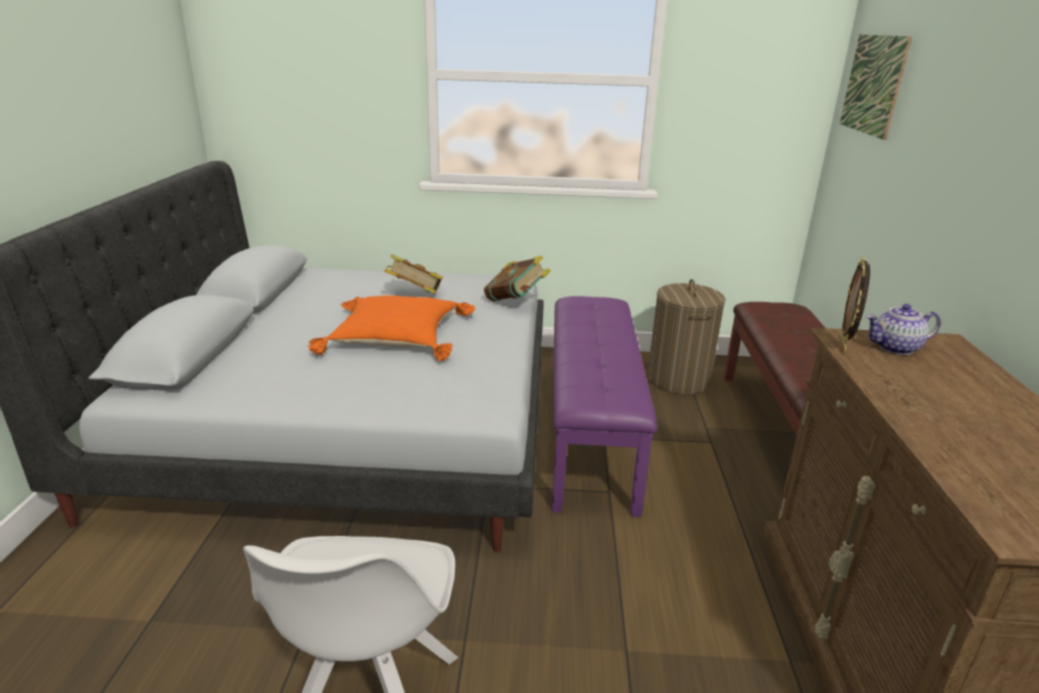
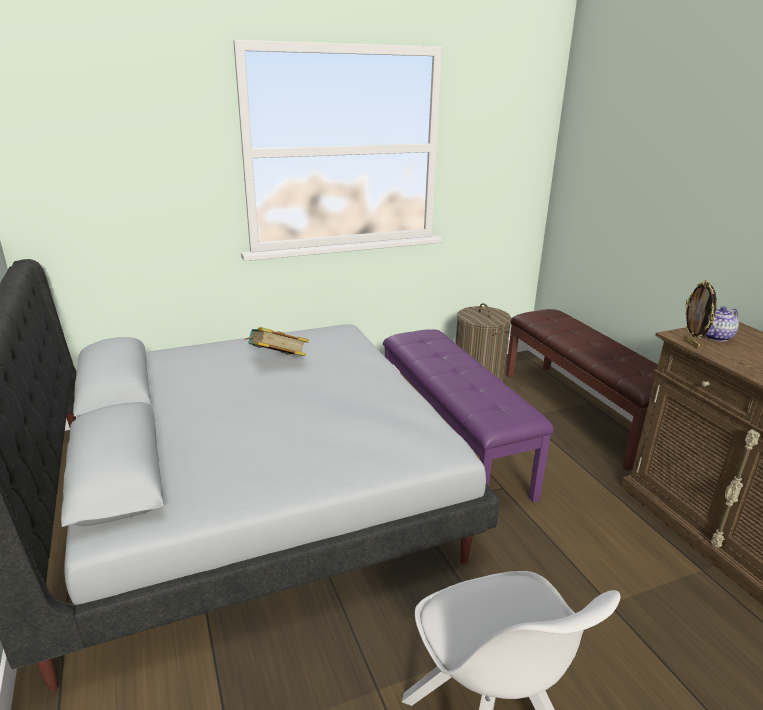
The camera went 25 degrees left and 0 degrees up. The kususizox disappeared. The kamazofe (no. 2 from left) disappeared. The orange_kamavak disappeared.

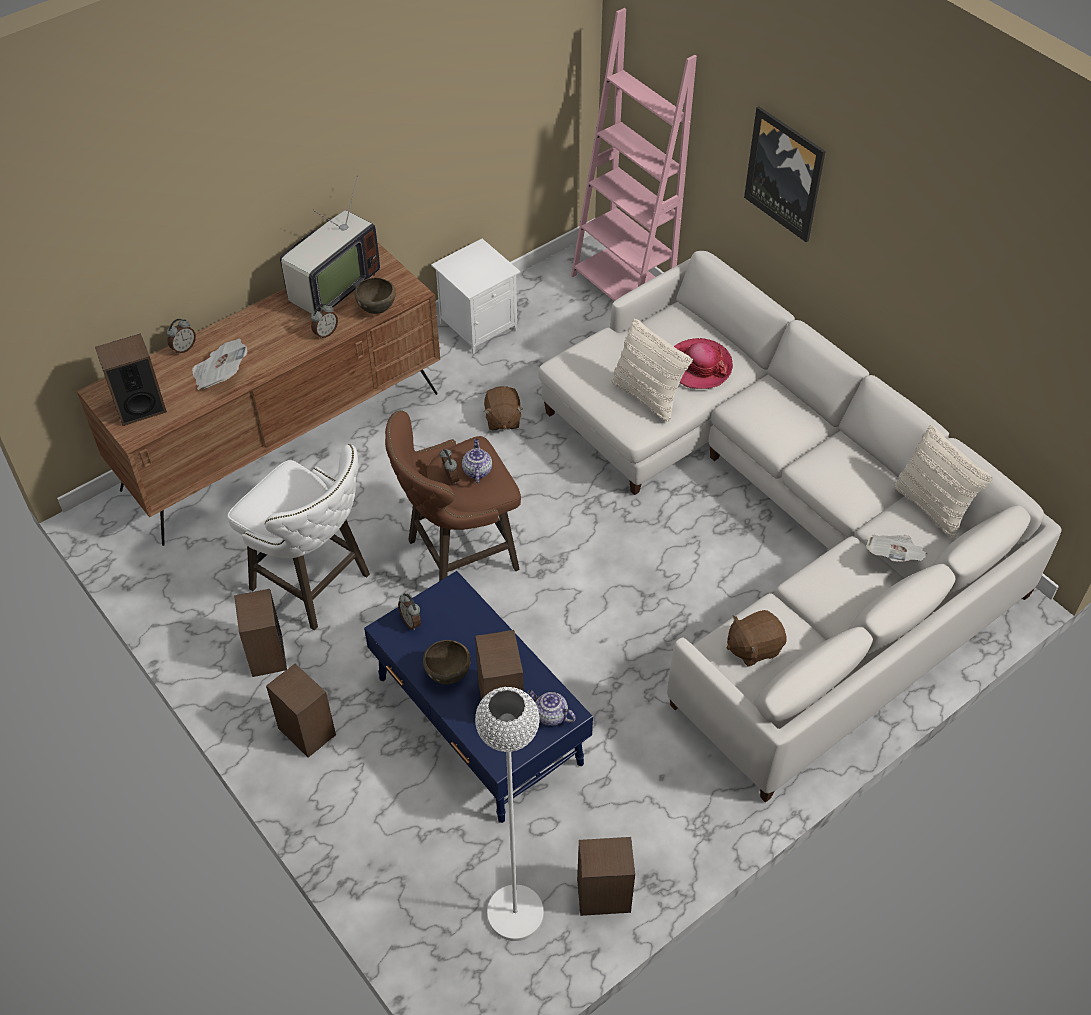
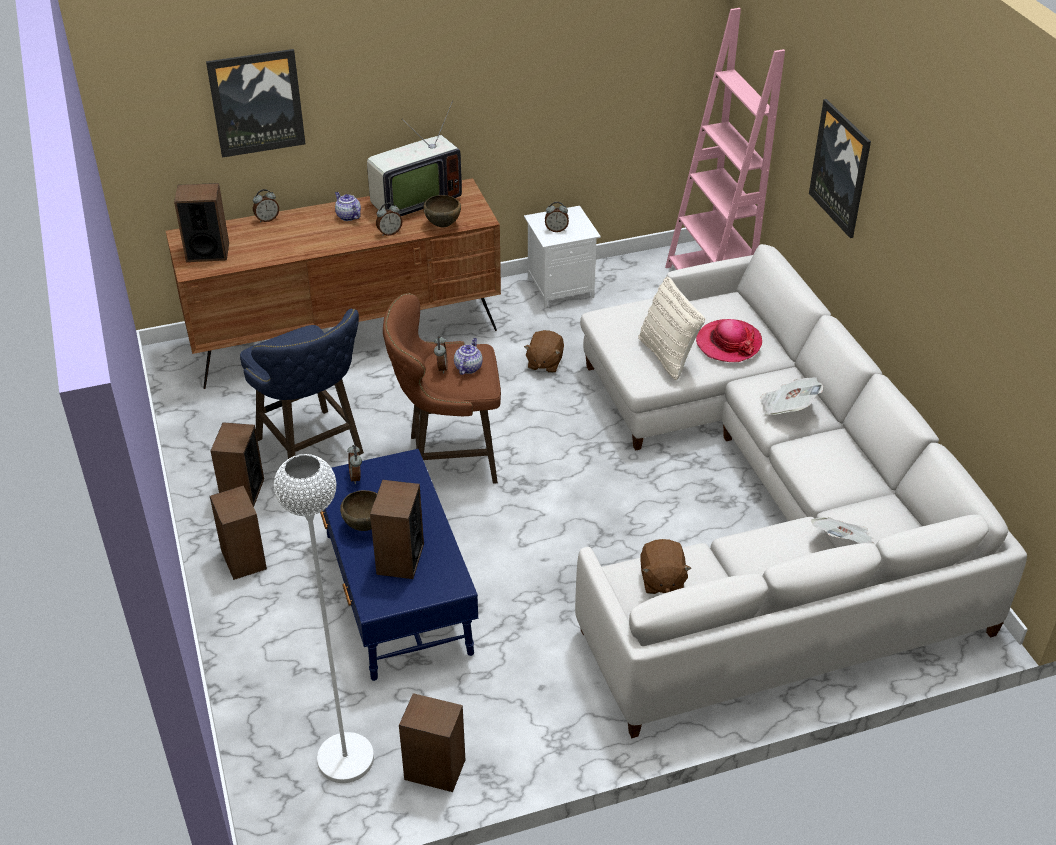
The camera went 20 degrees right and 10 degrees down. The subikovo (no. 1 from left) moved. The beige_kamavak (no. 2 from left) disappeared. The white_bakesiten became the blue_bakesiten. The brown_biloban (no. 2 from left) turned 90 degrees counterclockwise. The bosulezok (no. 2 from left in the first image) moved. The kususizox (no. 1 from left) appeared. The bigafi (no. 5 from left) appeared.

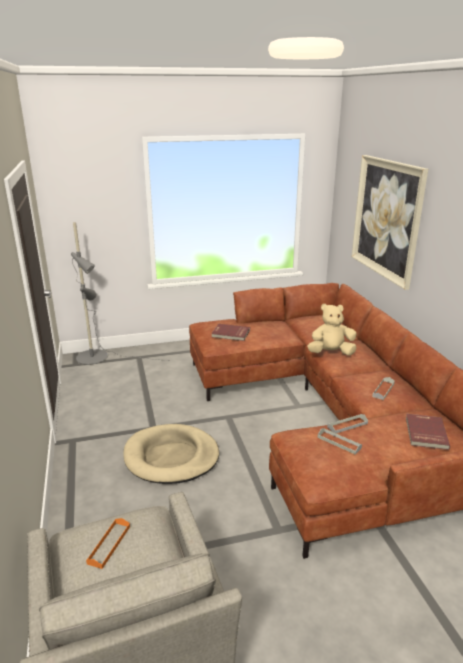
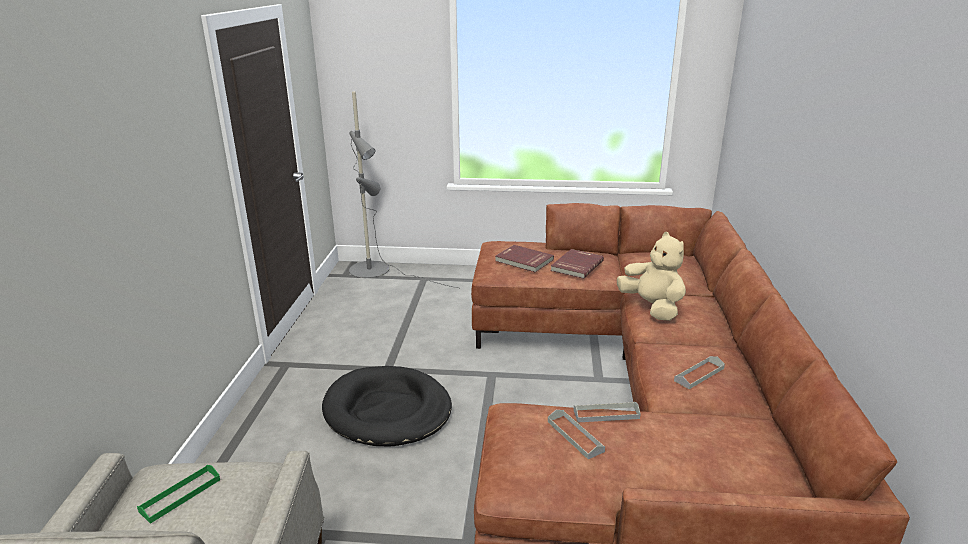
The camera went 20 degrees right and 0 degrees up. The kususizox disappeared. The beige_biloban turned 45 degrees clockwise. The red_kamazofe (no. 2 from left) moved. The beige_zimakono became the black_zimakono. The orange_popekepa became the green_popekepa.

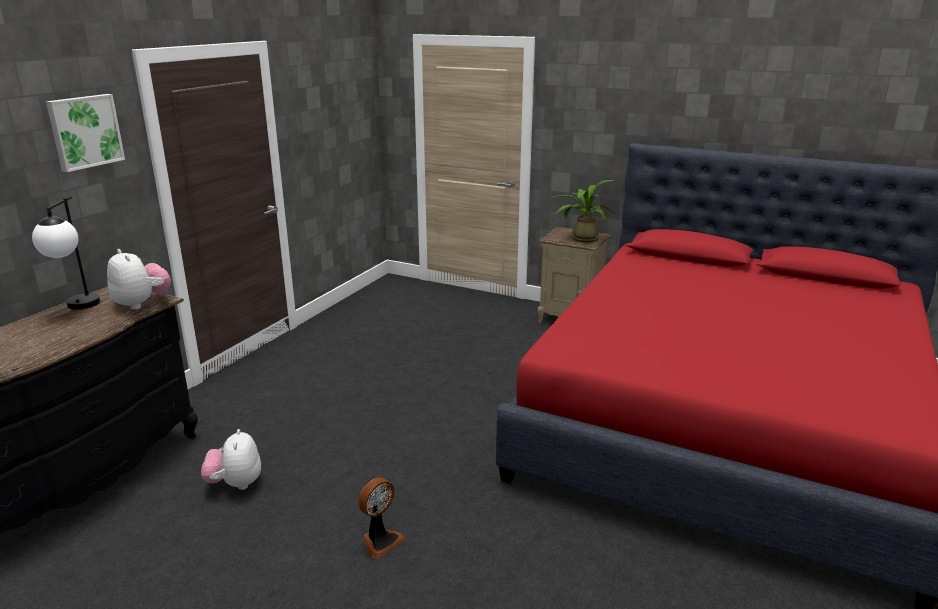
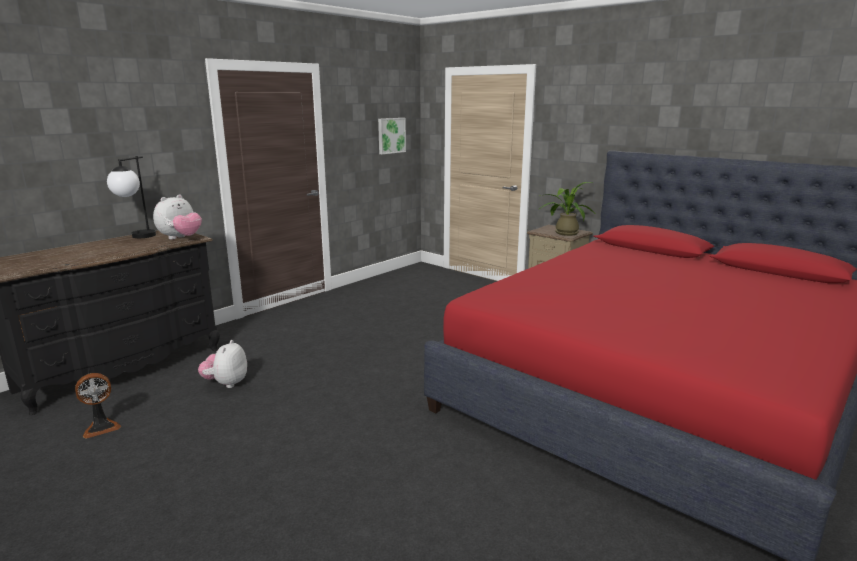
The camera went 15 degrees right and 5 degrees down. The kususizox moved. The biloban (no. 1 from left) turned 60 degrees clockwise. The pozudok moved.

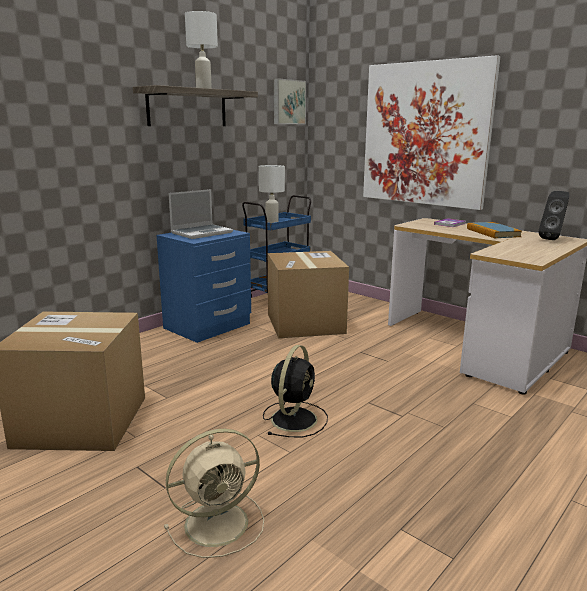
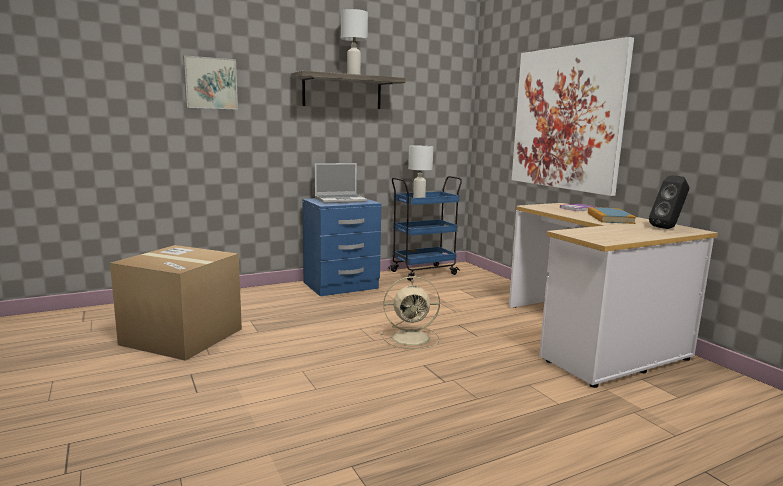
The camera went 20 degrees right and 5 degrees down. The kususizox (no. 1 from left) moved. The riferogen (no. 2 from left) disappeared. The black_pozudok disappeared. The beige_pozudok moved.

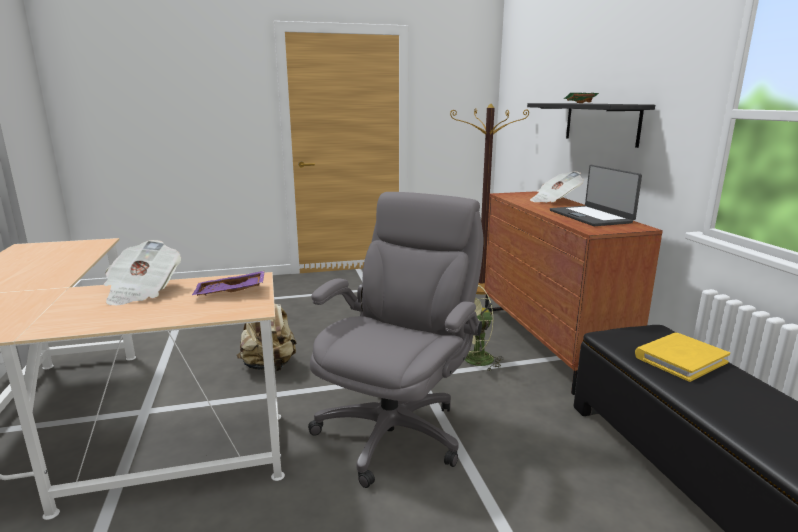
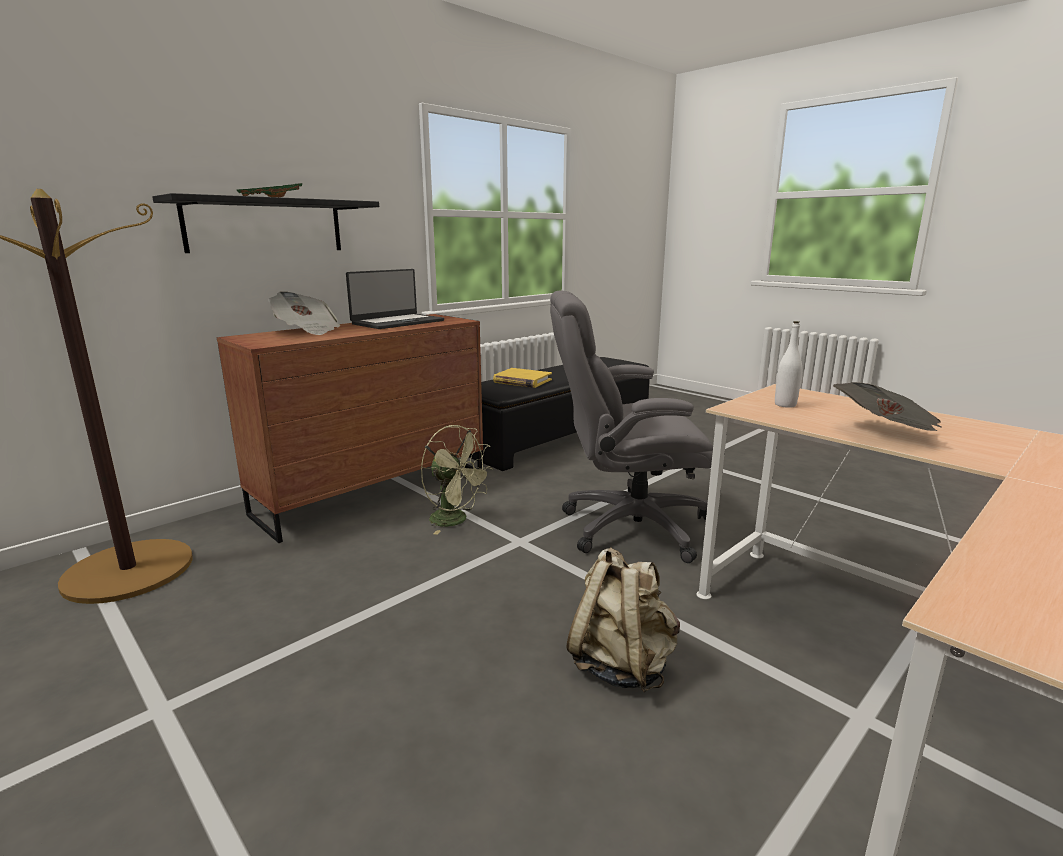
The camera went 120 degrees left and 0 degrees up. The purple_popekepa was replaced by the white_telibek.

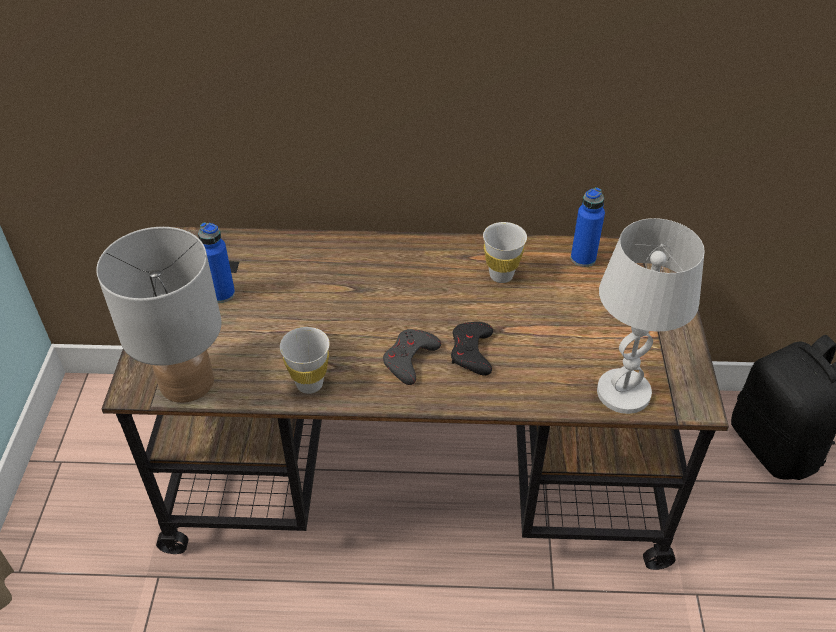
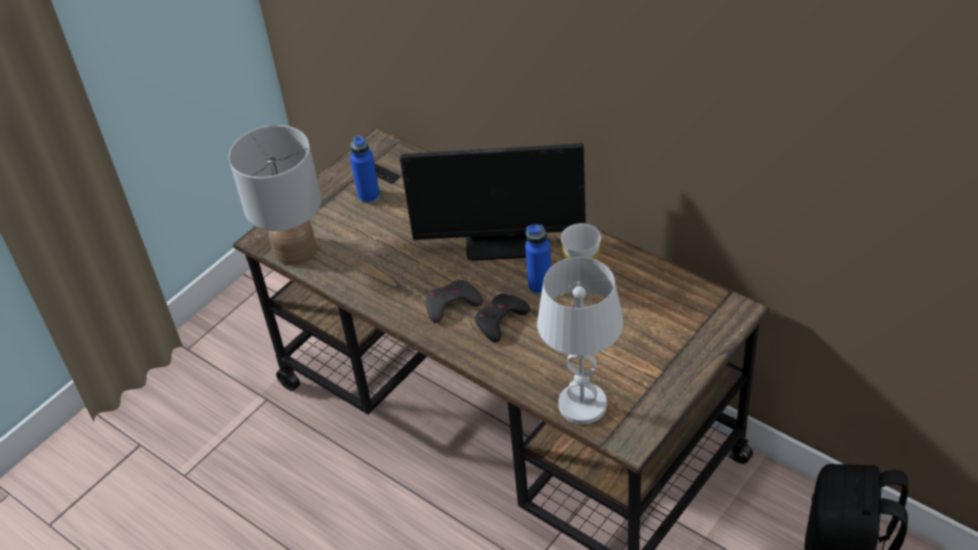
The camera went 40 degrees right and 0 degrees up. The blue_telibek (no. 2 from left) moved. The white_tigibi (no. 1 from left) disappeared. The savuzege appeared.

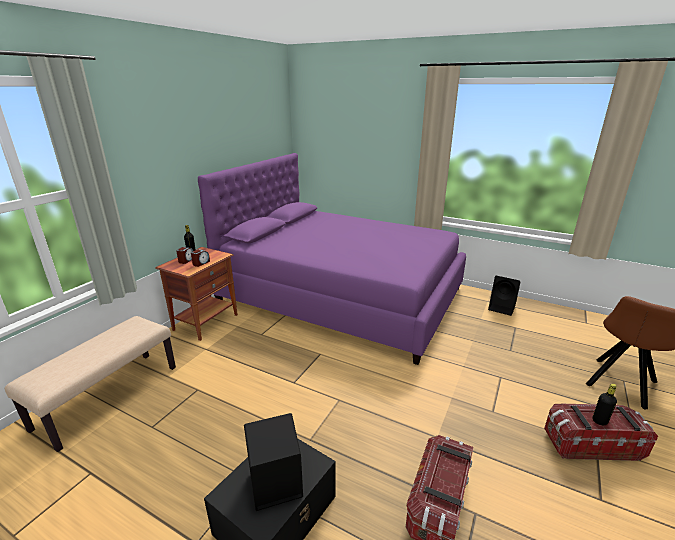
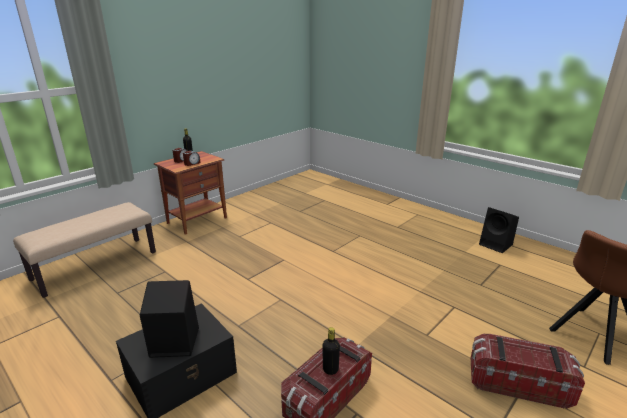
The camera went 15 degrees right and 0 degrees up. The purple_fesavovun disappeared. The black_telibek (no. 2 from left) moved.

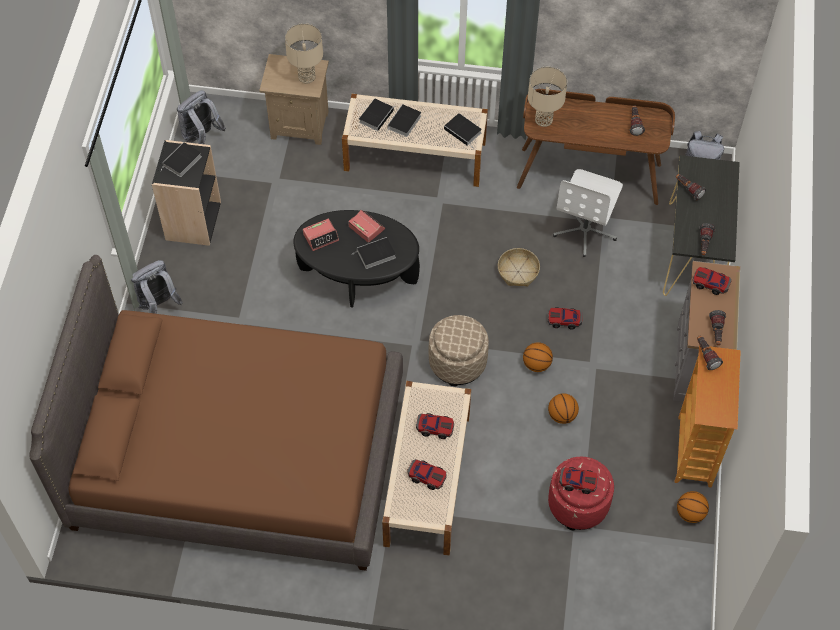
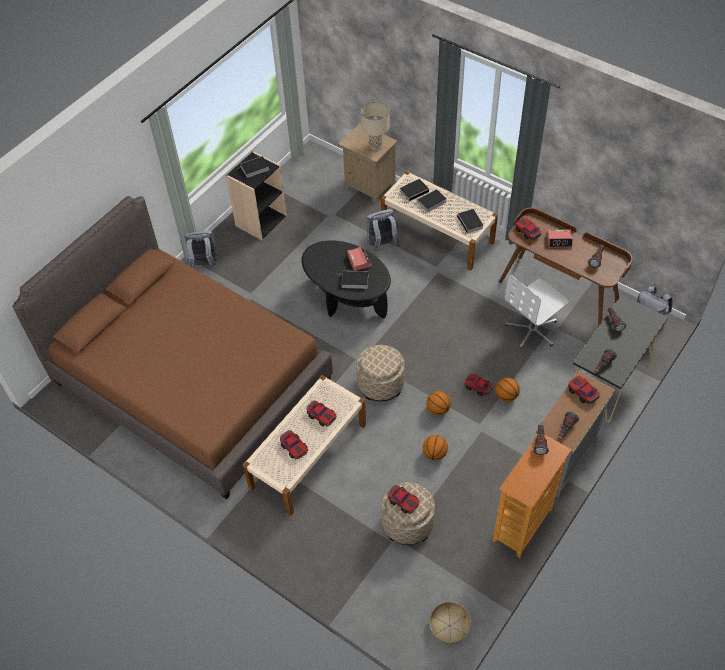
The camera went 30 degrees right and 5 degrees down. The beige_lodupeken (no. 2 from left) was replaced by the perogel (no. 5 from left). The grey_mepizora (no. 2 from left) moved. The bigafi (no. 1 from left in the first image) moved. The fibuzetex moved. The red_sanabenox became the beige_sanabenox (no. 2 from left). The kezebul (no. 3 from left) moved.

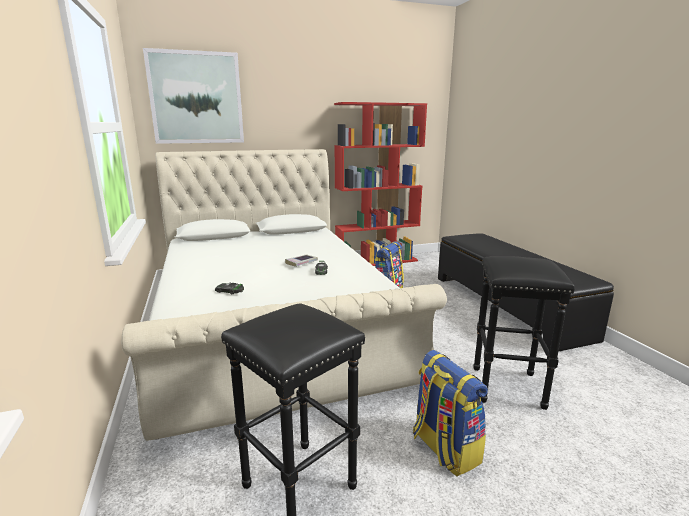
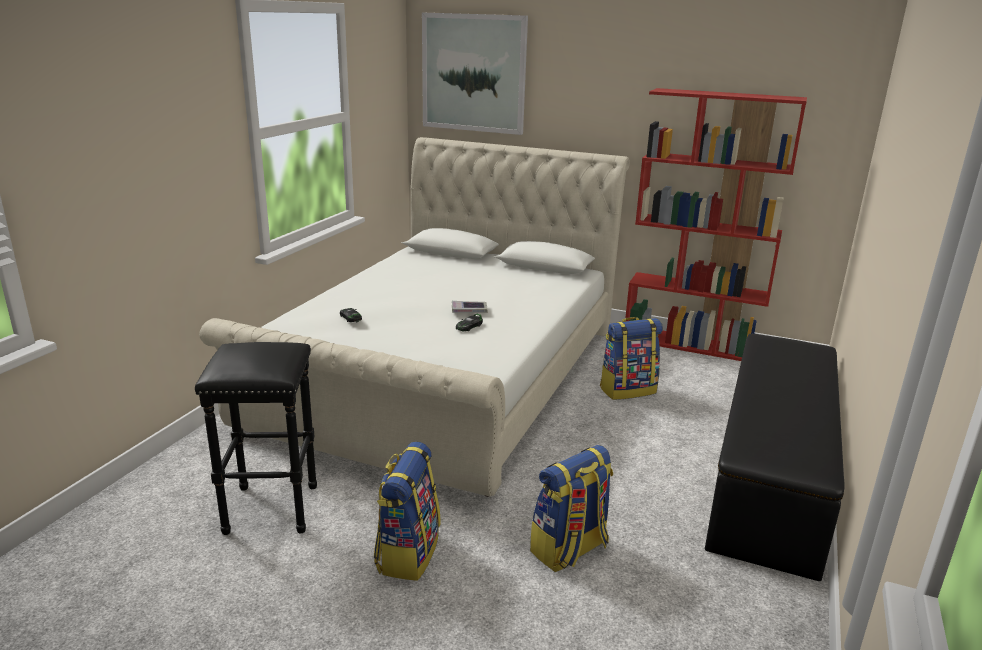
The camera went 40 degrees right and 5 degrees up. The black_bakesiten (no. 2 from left) was replaced by the mepizora (no. 2 from left).

